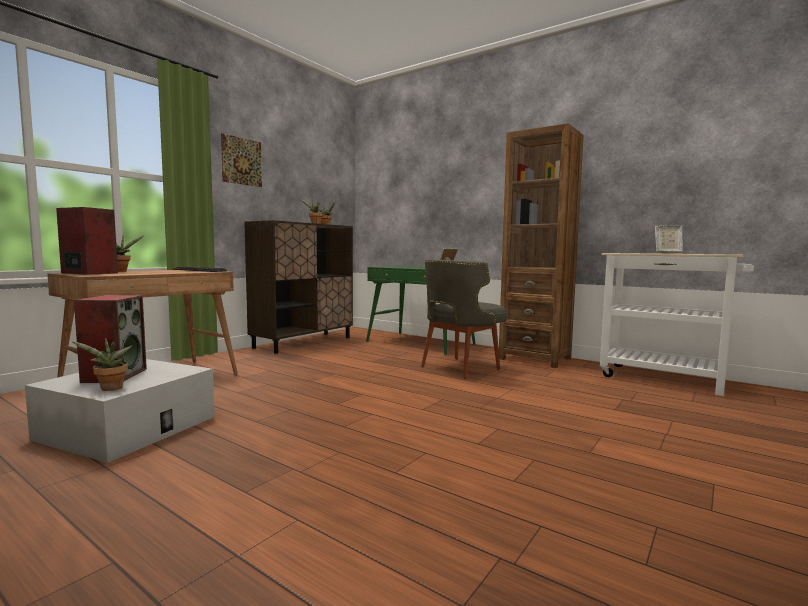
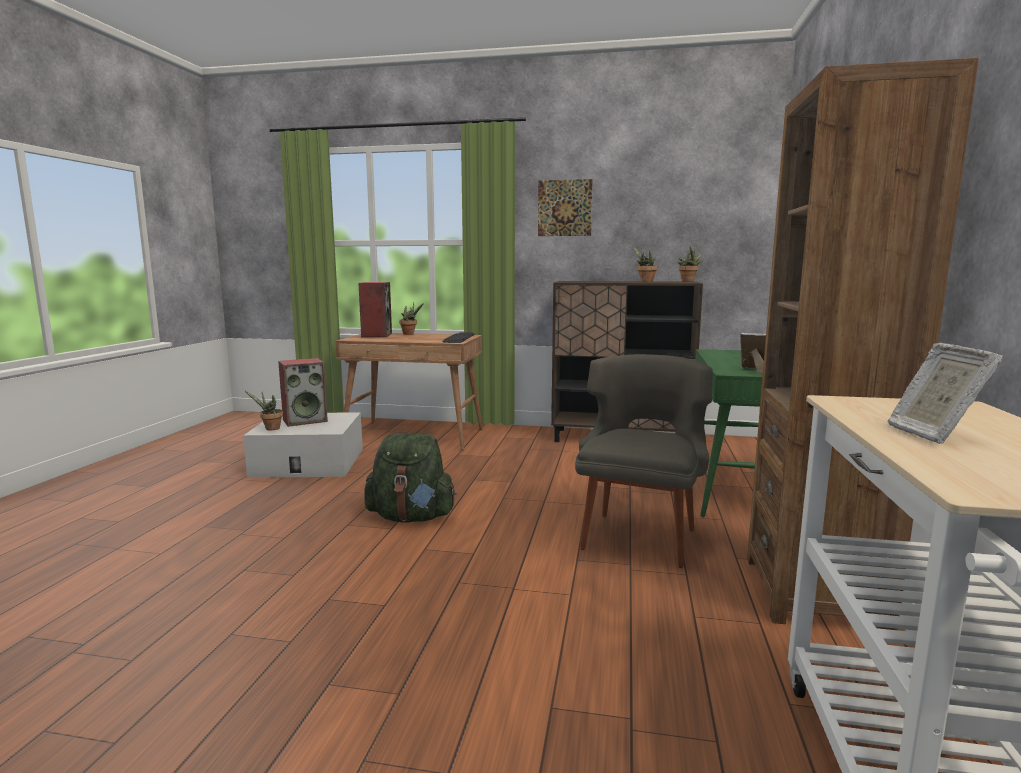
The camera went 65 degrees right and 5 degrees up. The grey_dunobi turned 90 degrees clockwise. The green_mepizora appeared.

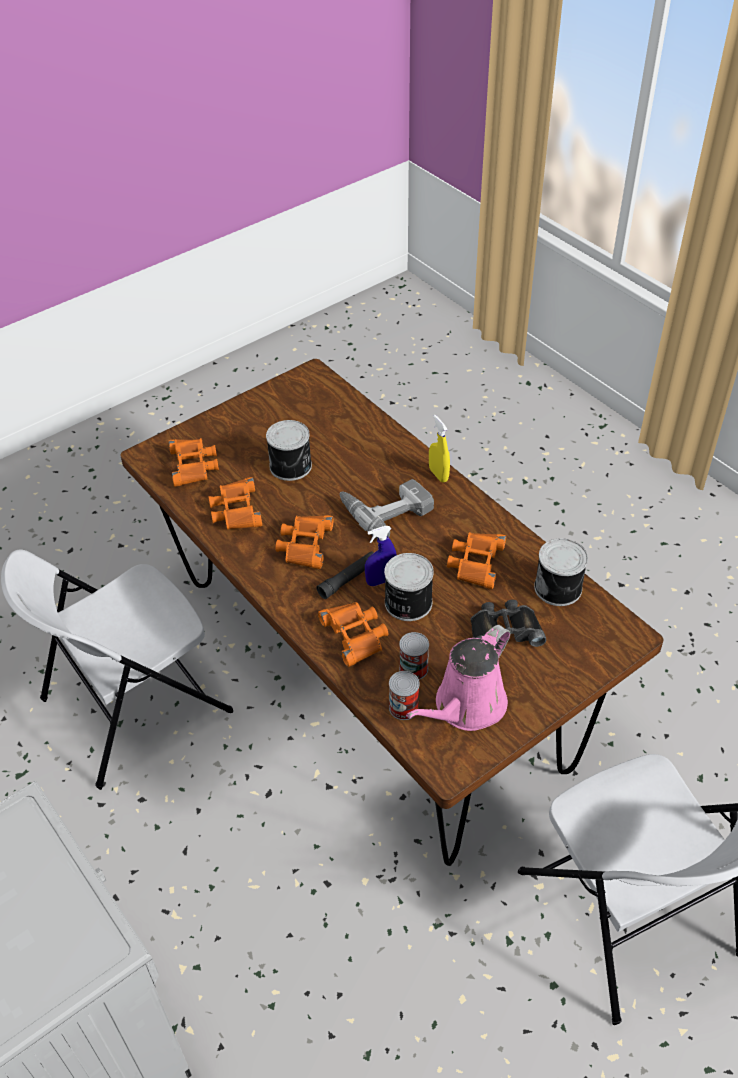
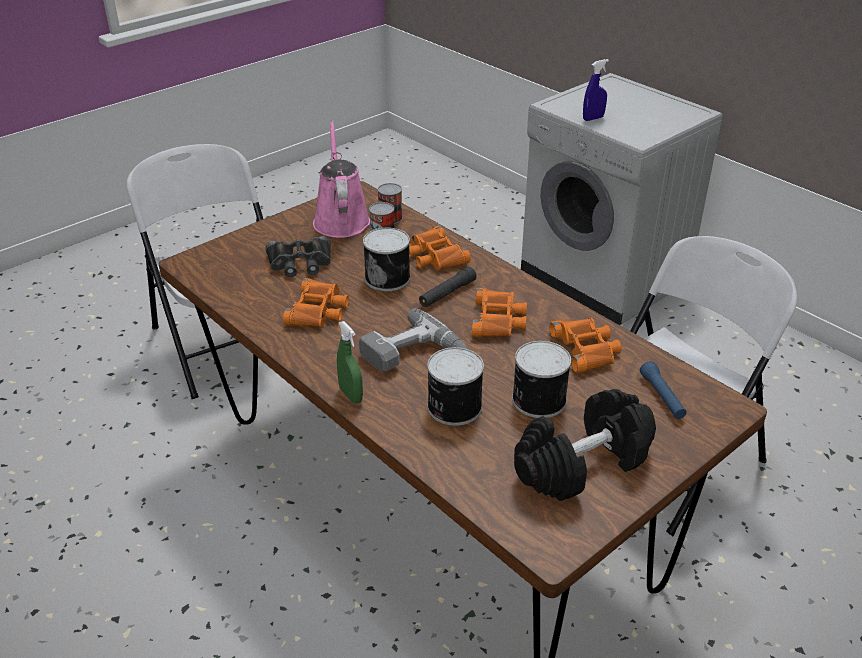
The camera went 175 degrees right and 10 degrees down. The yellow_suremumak became the green_suremumak. The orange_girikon (no. 1 from left) was replaced by the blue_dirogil. The blue_suremumak moved. The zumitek (no. 5 from left in the first image) moved. The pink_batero turned 45 degrees counterclockwise. The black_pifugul appeared.

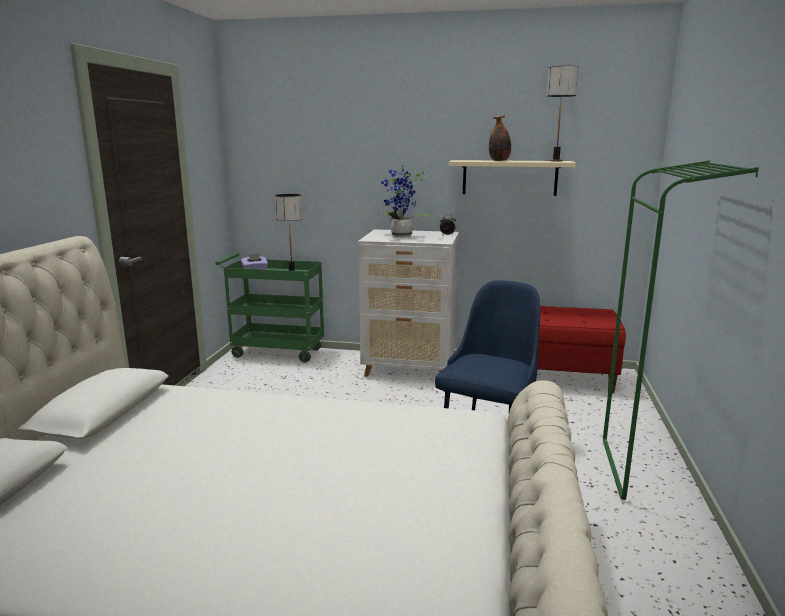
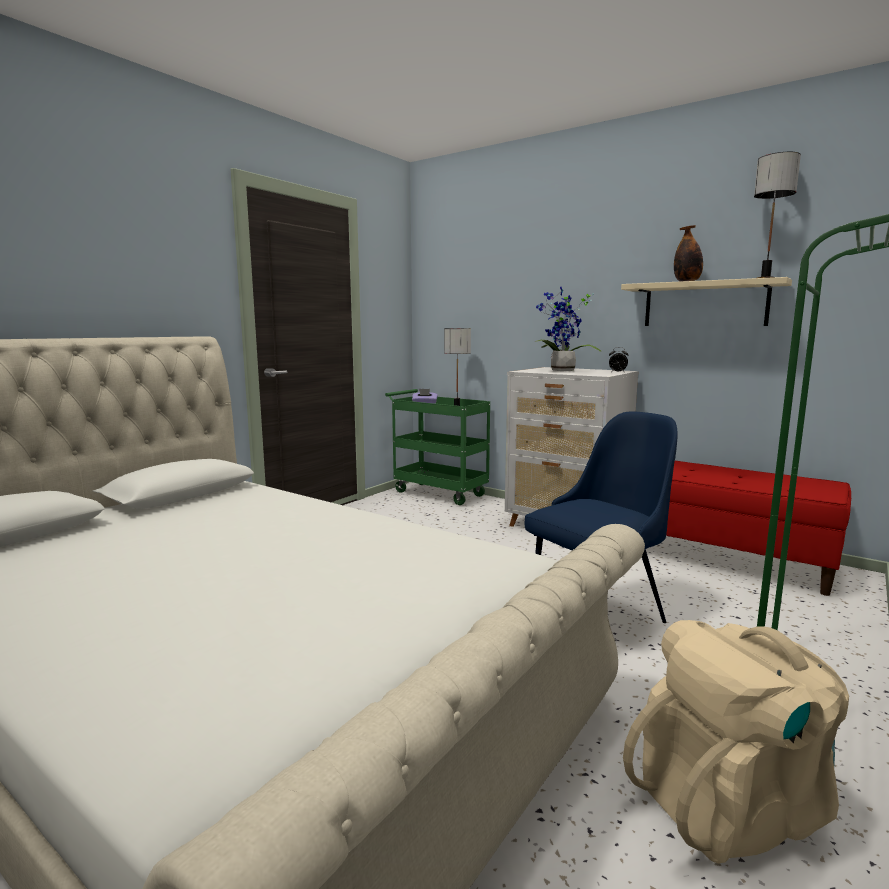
The camera went 25 degrees right and 5 degrees down. The beige_mepizora appeared.

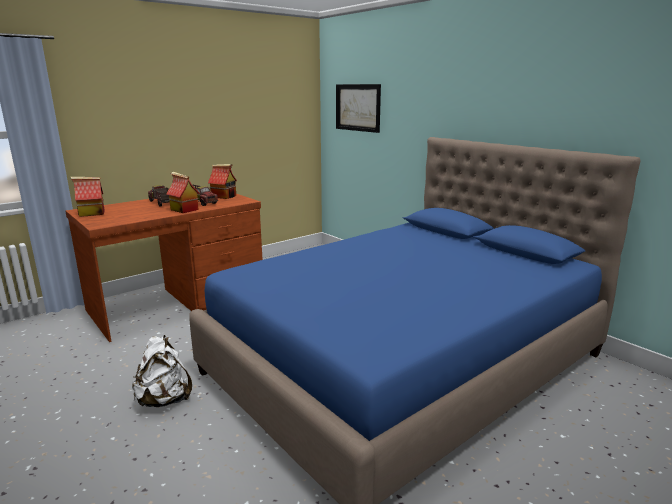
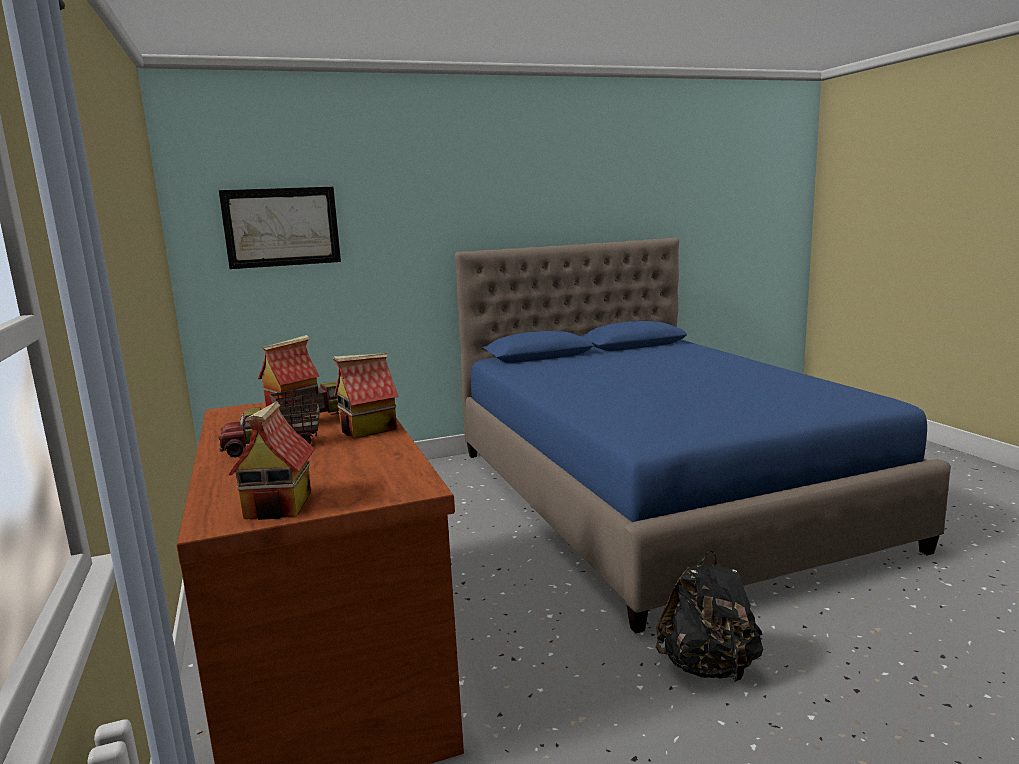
The camera went 70 degrees left and 5 degrees down. The white_mepizora became the black_mepizora.

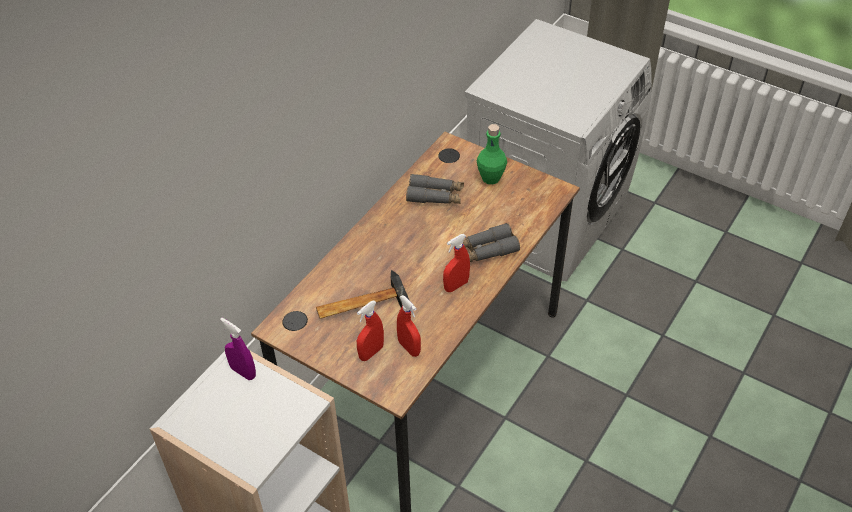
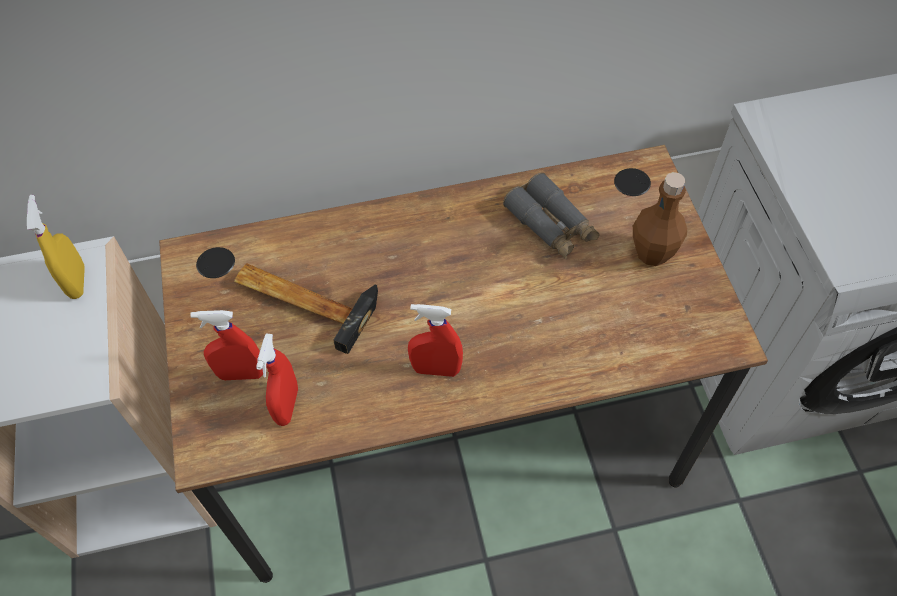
The camera went 45 degrees right and 10 degrees up. The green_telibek became the brown_telibek. The grey_girikon (no. 2 from left) disappeared. The purple_suremumak became the yellow_suremumak.

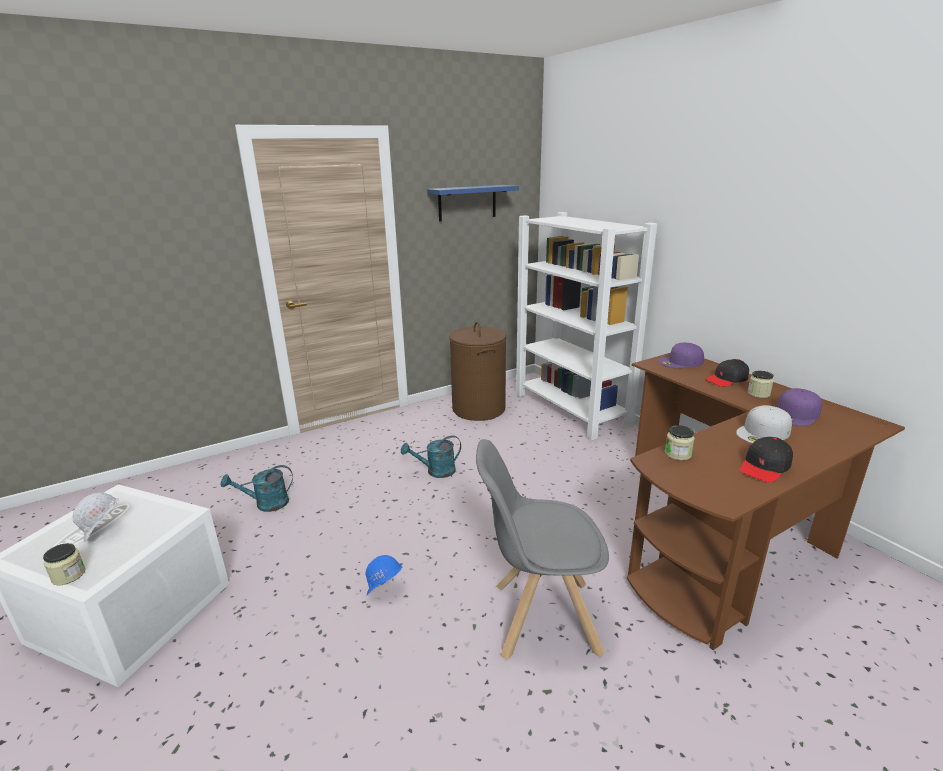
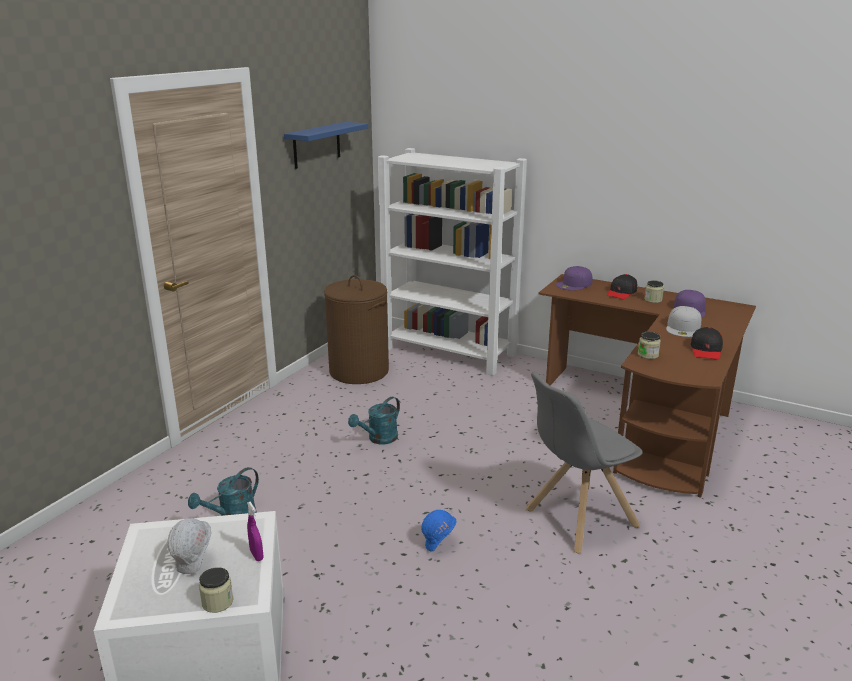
The camera went 30 degrees left and 0 degrees up. The purple_suremumak appeared.

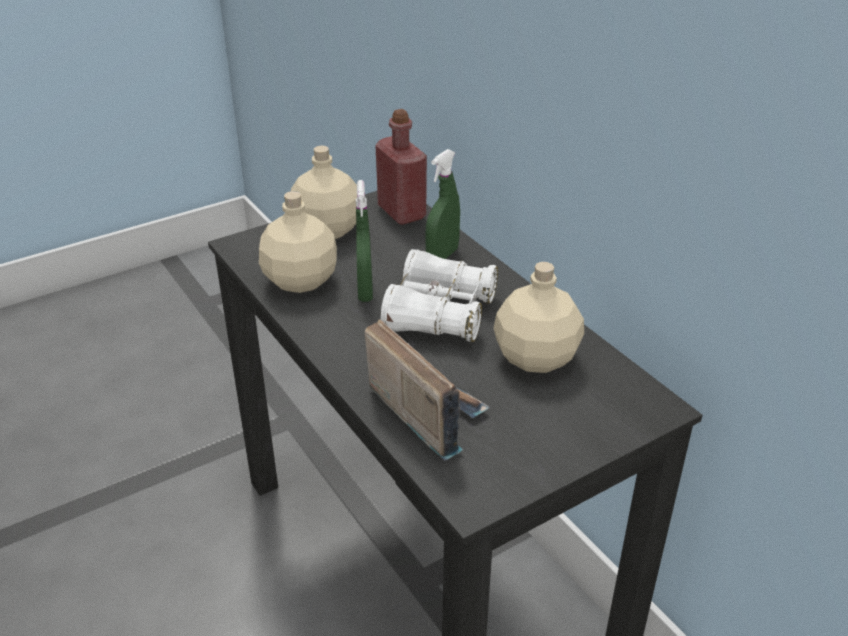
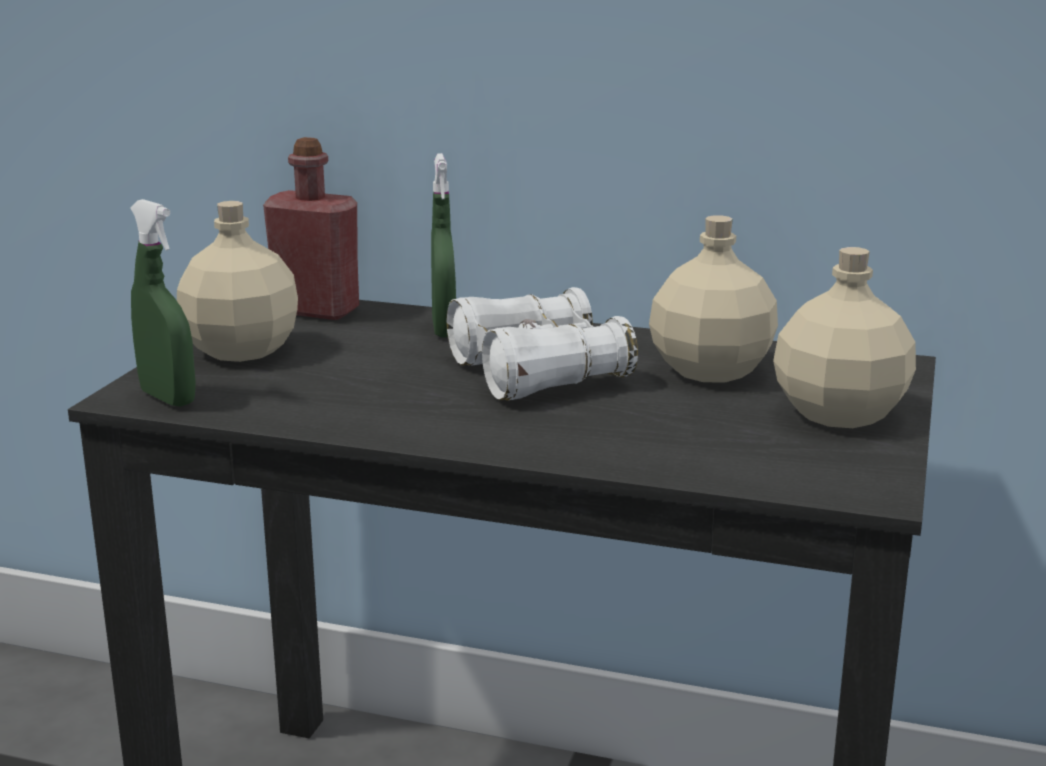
The camera went 40 degrees left and 15 degrees down. The green_suremumak (no. 1 from left) moved. The beige_telibek (no. 1 from left in the first image) moved. The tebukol disappeared.

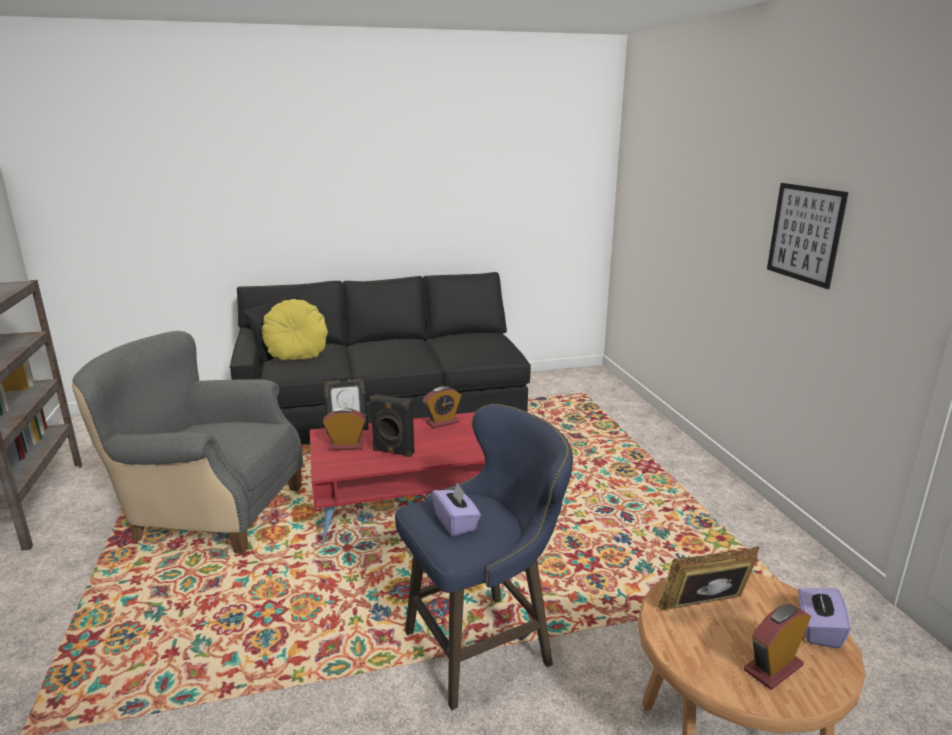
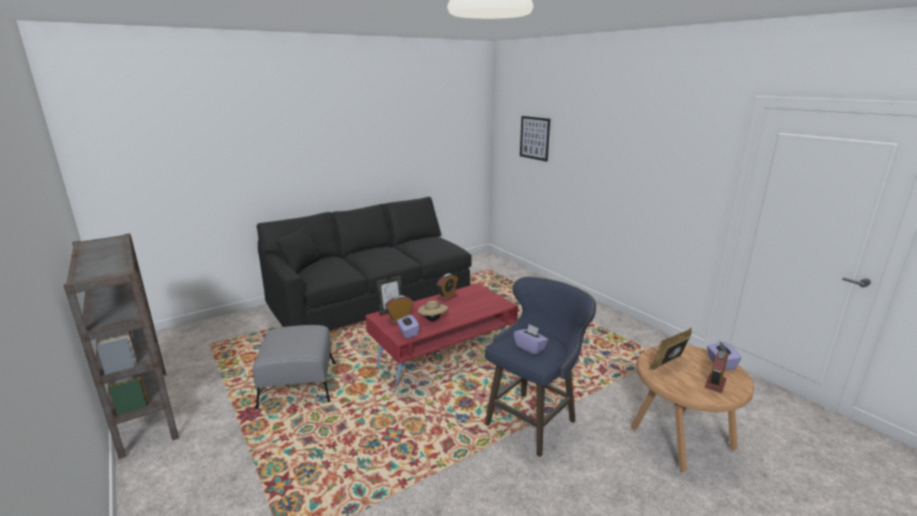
The camera went 20 degrees left and 0 degrees up. The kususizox moved. The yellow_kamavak disappeared. The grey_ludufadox was replaced by the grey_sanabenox. The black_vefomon was replaced by the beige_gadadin. The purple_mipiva (no. 1 from left) appeared.

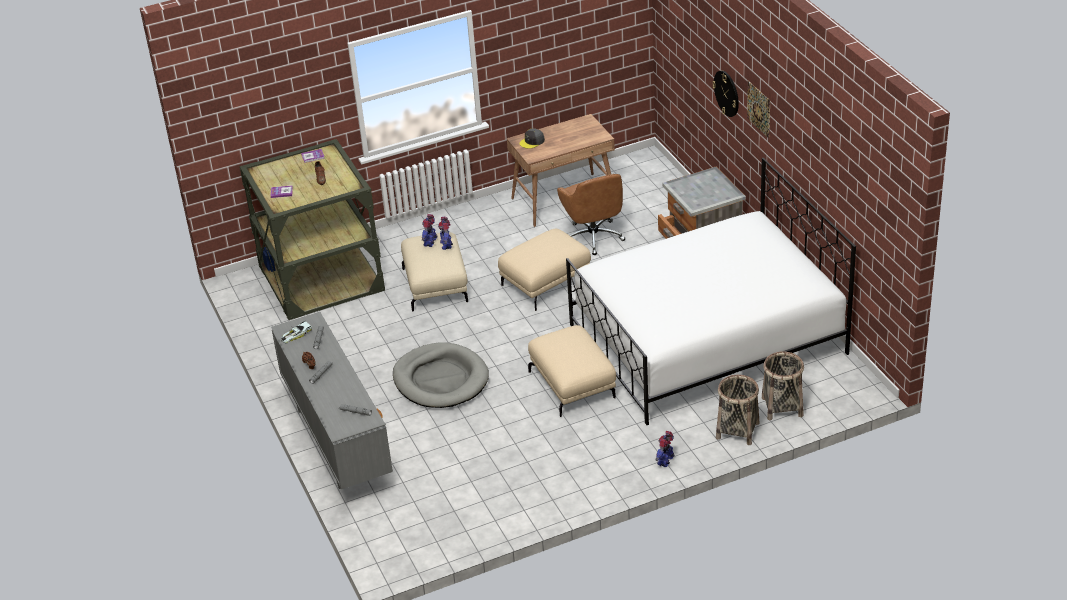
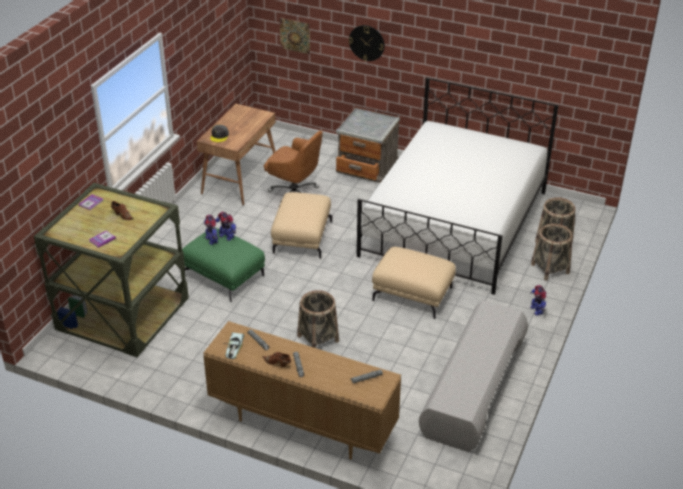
The camera went 45 degrees left and 0 degrees up. The kususizox moved. The beige_sanabenox (no. 1 from left) became the green_sanabenox. The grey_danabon became the brown_danabon. The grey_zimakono was replaced by the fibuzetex (no. 1 from left). The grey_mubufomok appeared.

